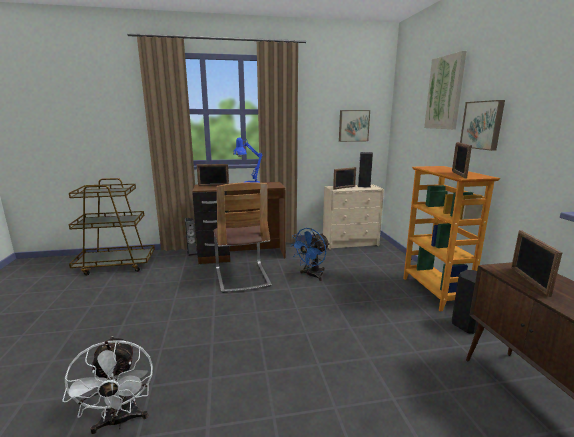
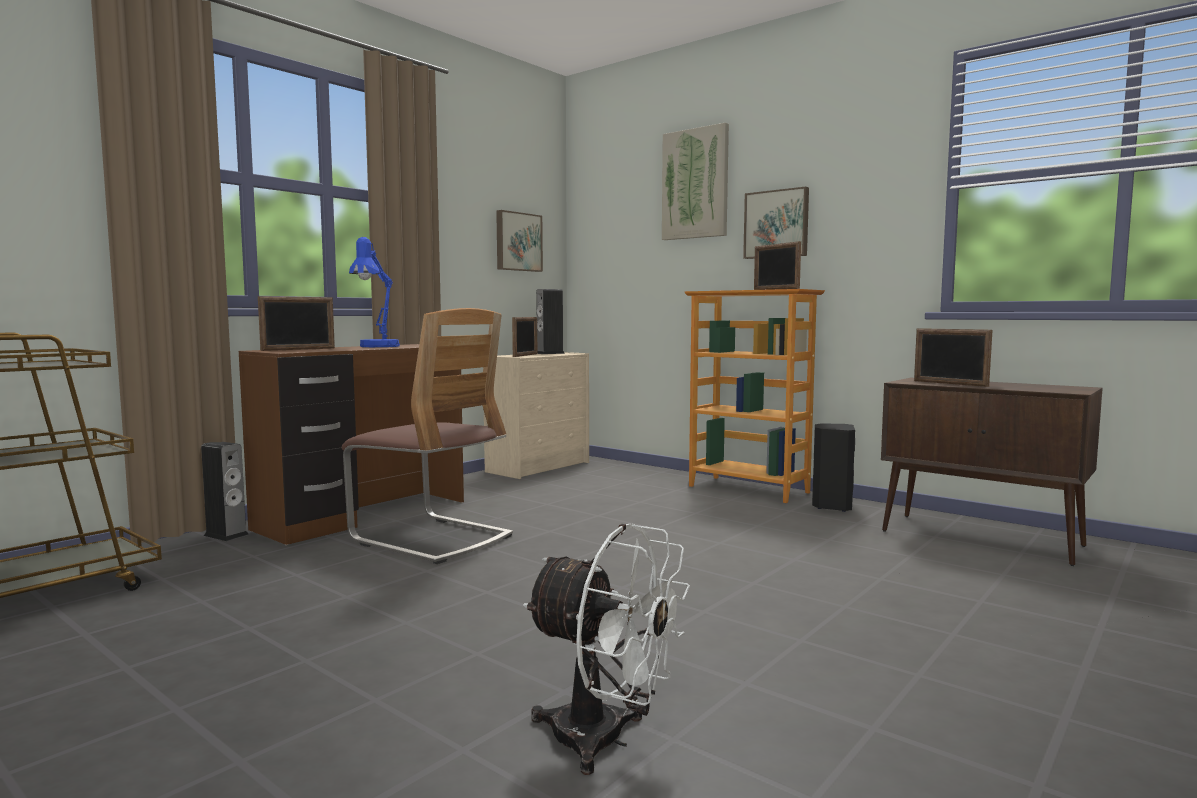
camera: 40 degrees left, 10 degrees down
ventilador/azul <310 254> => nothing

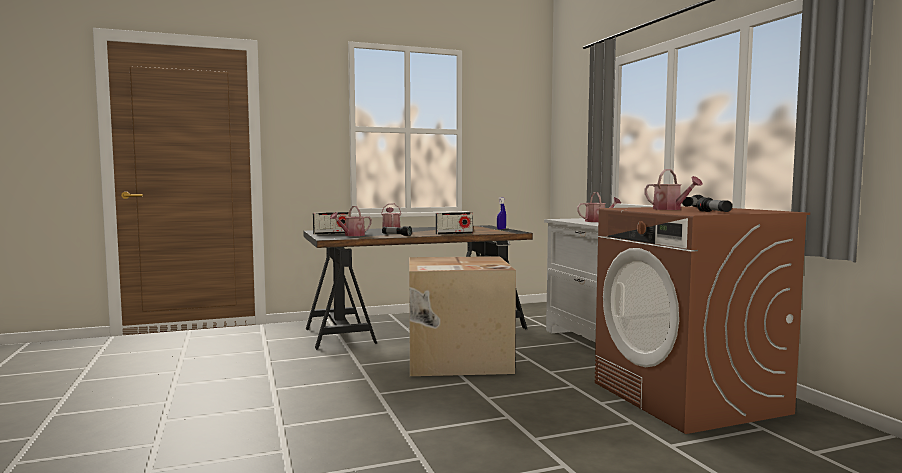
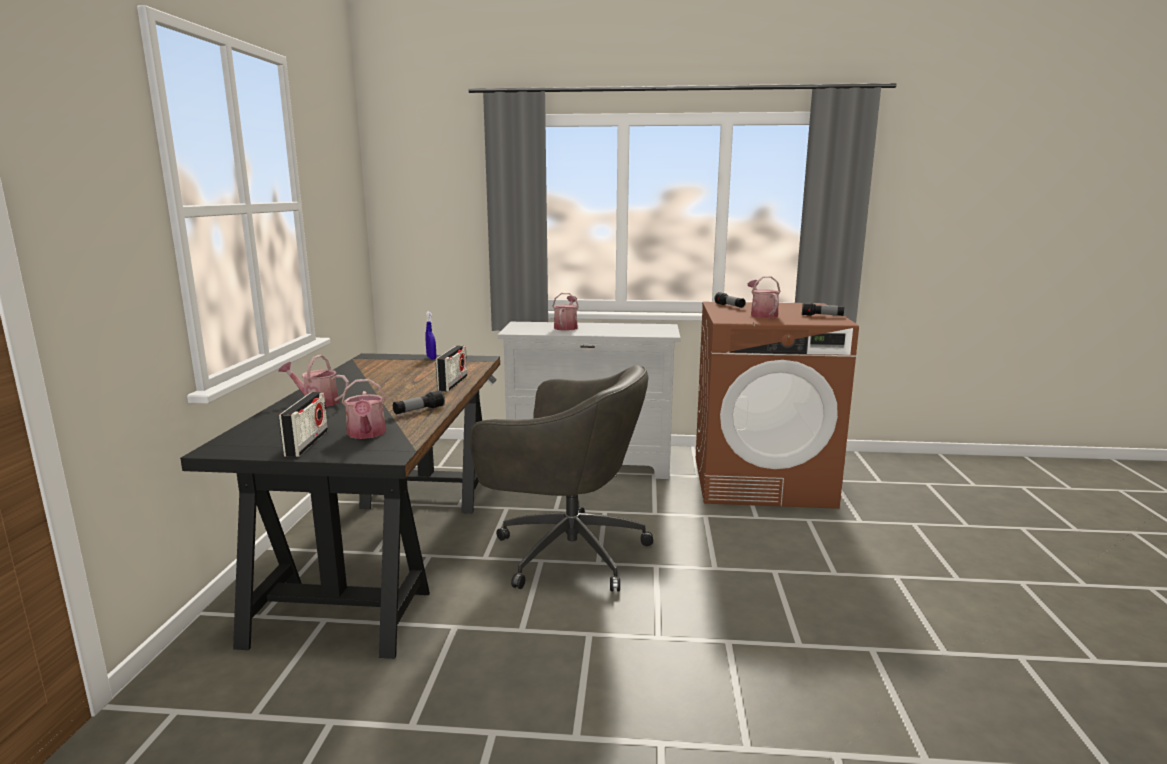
camera: 65 degrees left, 10 degrees up
caja de cartón <462 316> => silla de oficina/gris <561 478>
regadera <673 189> => regadera <764 297>, 90 degrees counterclockwise

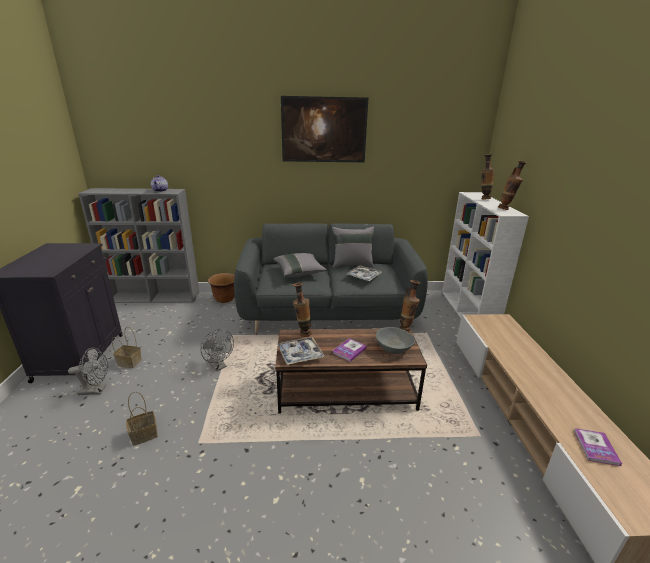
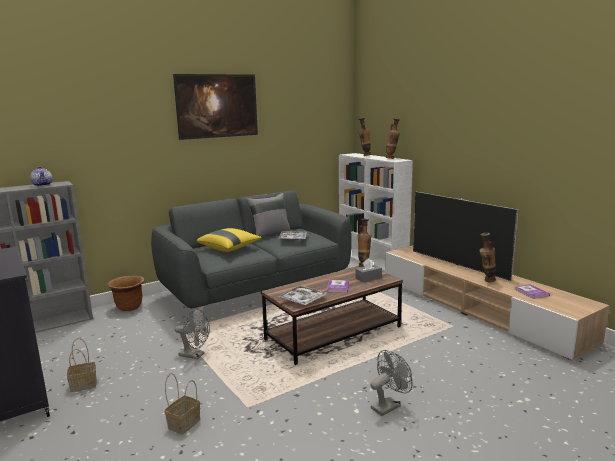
camera: 30 degrees left, 10 degrees down
ventilador/gris <88 371> => ventilador/gris <391 383>, shifted
cojín/gris <300 265> => cojín/amarillo <229 240>
florero <302 309> => florero <487 257>, shifted
cuenco/gris <395 340> => caja de pañuelos/gris <368 270>
nothing => televisor <465 236>

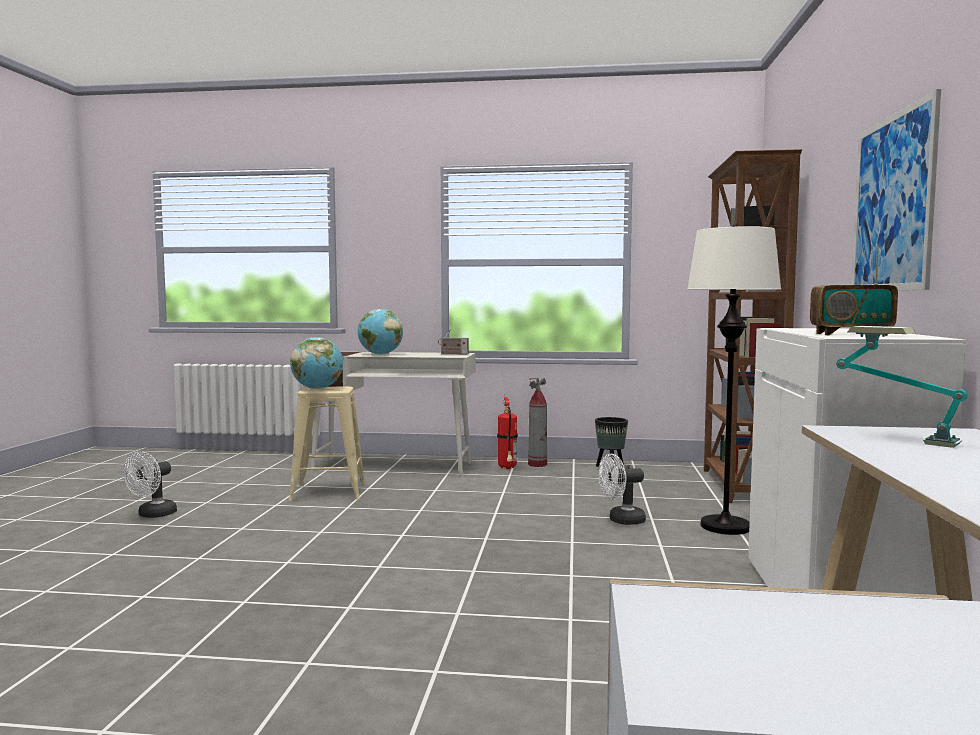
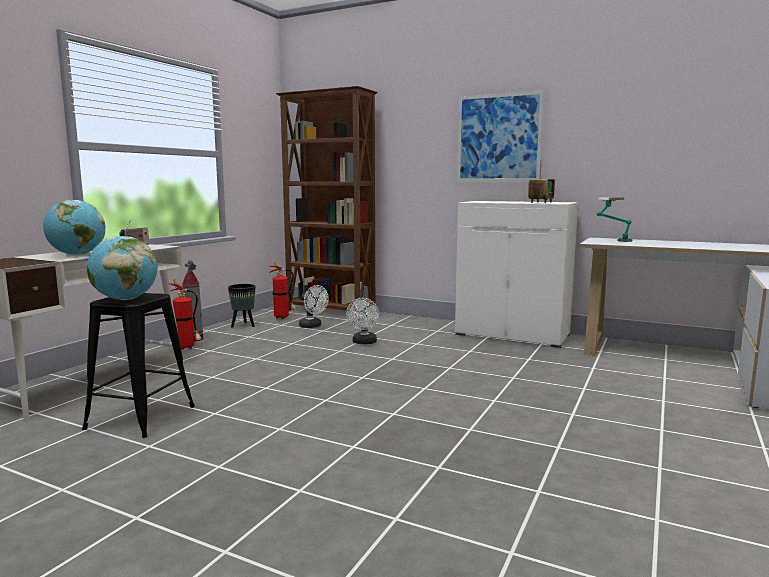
camera: 70 degrees left, 5 degrees up
ventilador/blanco <150 485> => ventilador/blanco <314 306>, shifted
taburete/beis <326 443> => taburete/negro <138 365>
lámpara de pie/blanco <734 379> => nothing
nothing => extintor <282 290>

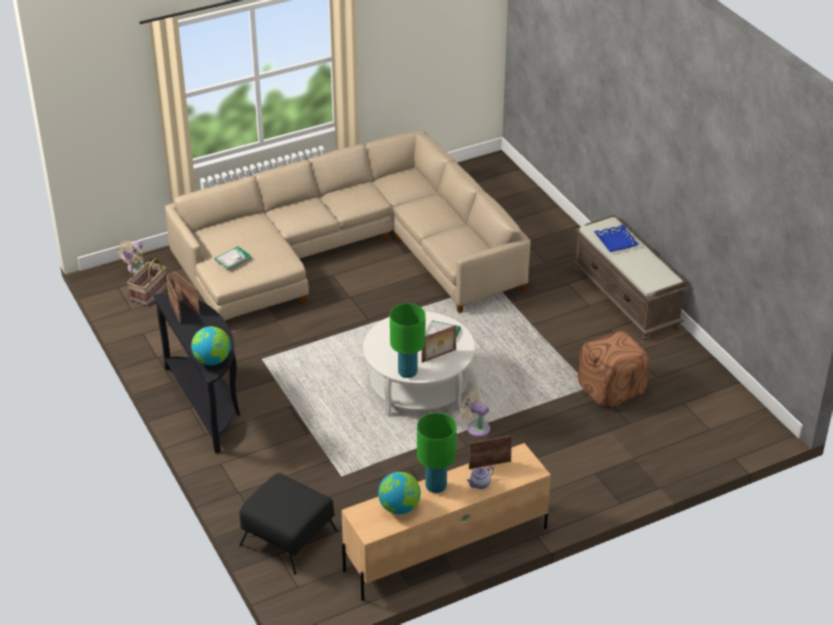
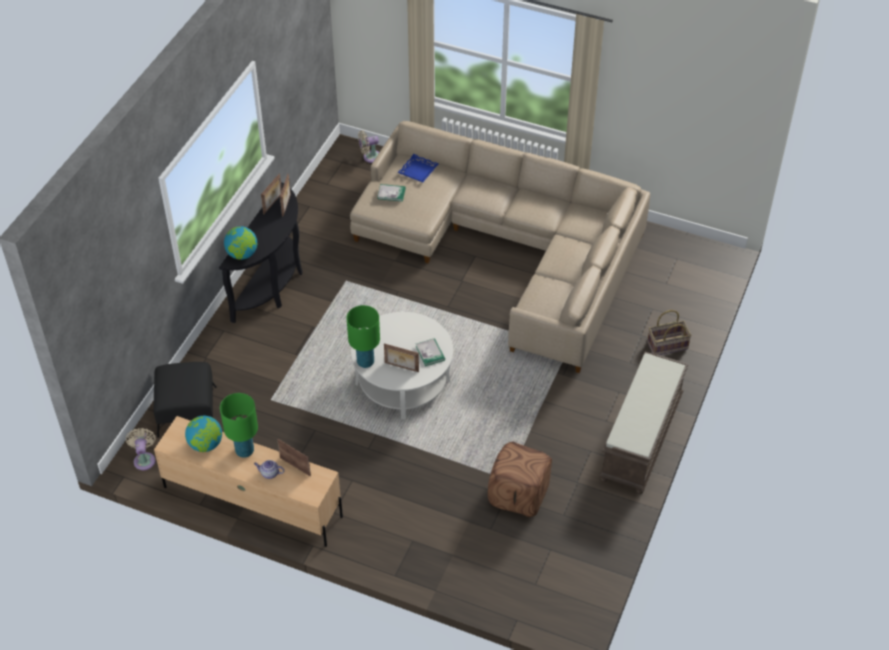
camera: 50 degrees right, 10 degrees up
cesta <147 279> => cesta <669 332>, shifted
ventilador/beis <475 413> => ventilador/beis <141 449>, shifted
bandeja/azul <617 238> => bandeja/azul <418 168>, shifted

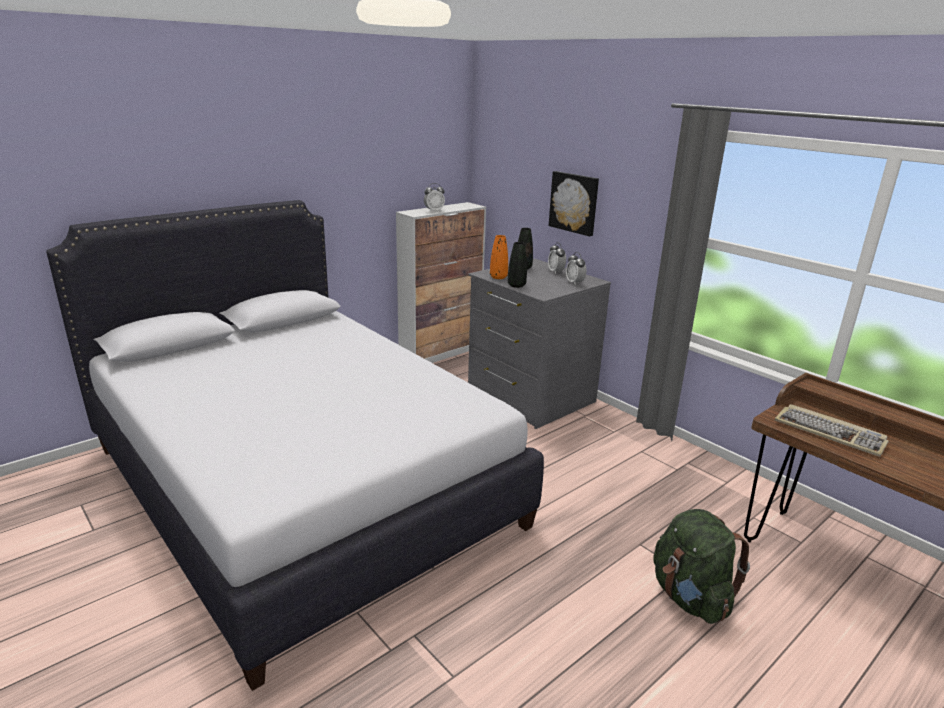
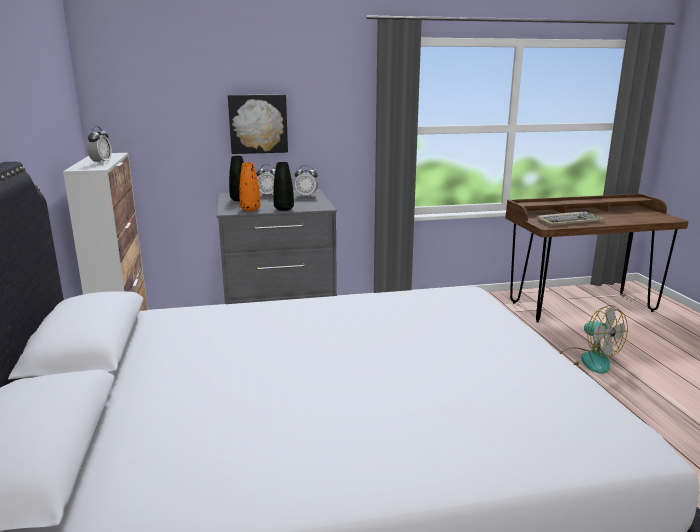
camera: 60 degrees left, 5 degrees down
mochila/verde <701 566> => ventilador <594 339>

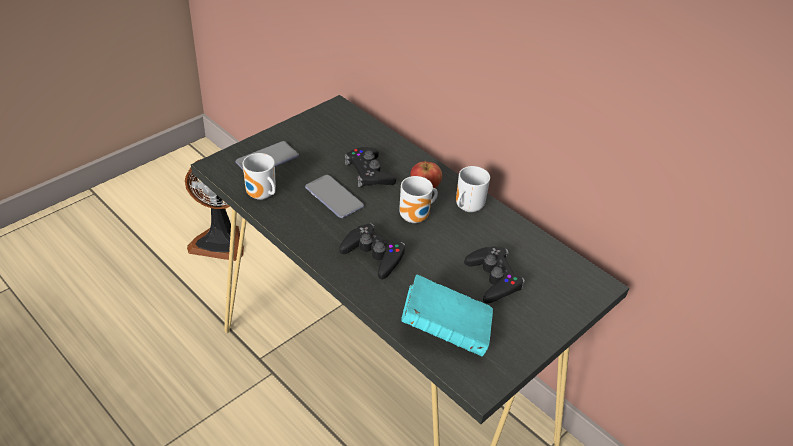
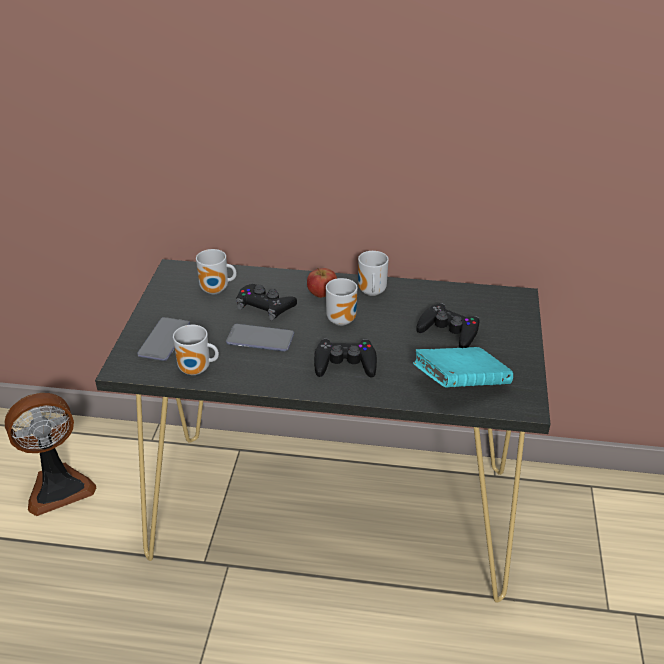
camera: 35 degrees left, 5 degrees down
nothing => taza grande <216 271>

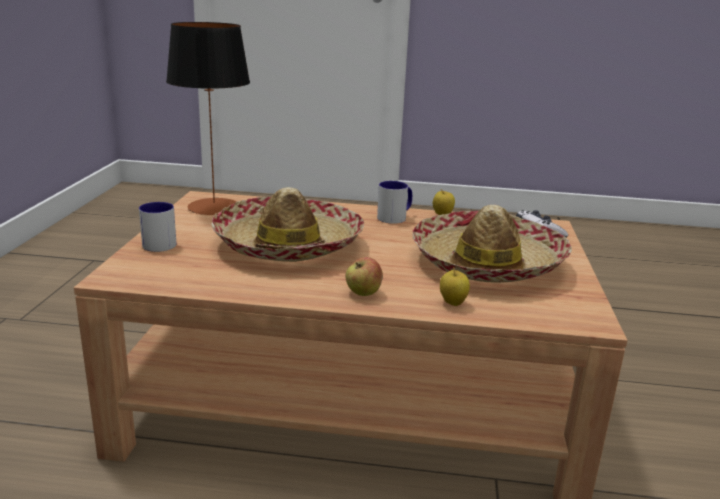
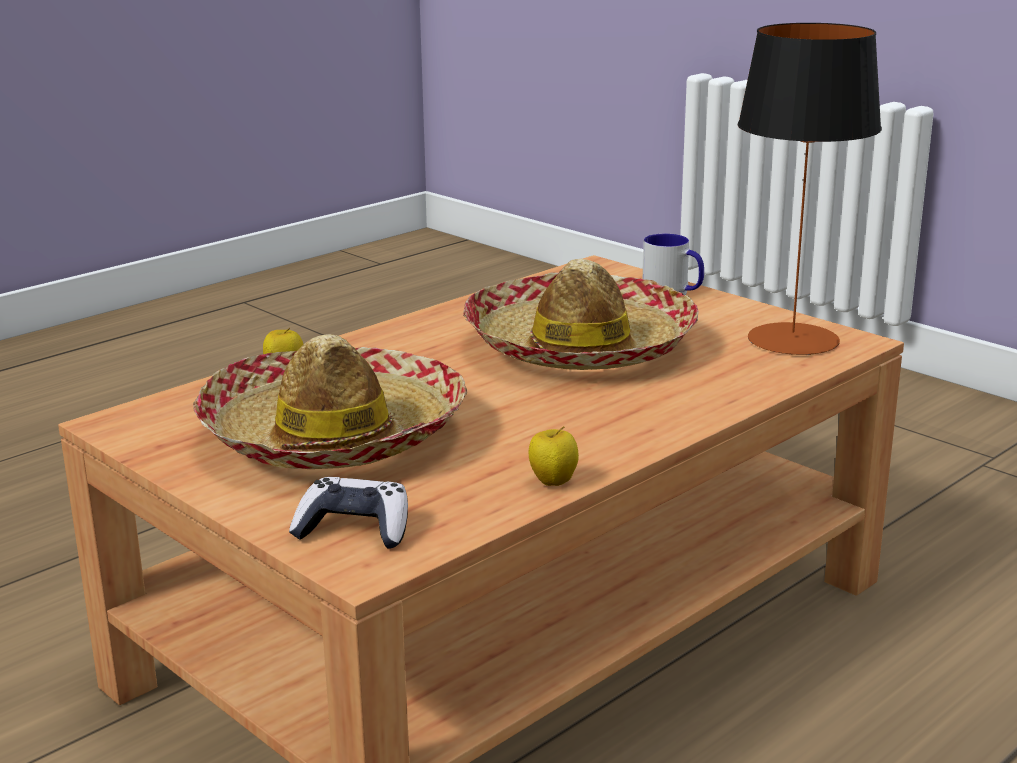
camera: 130 degrees right, 0 degrees up
manzana <364 276> => nothing
taza grande <394 202> => nothing

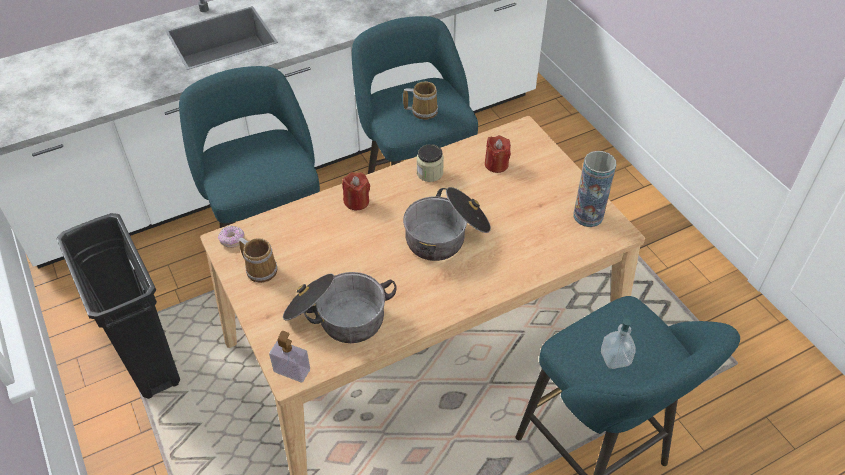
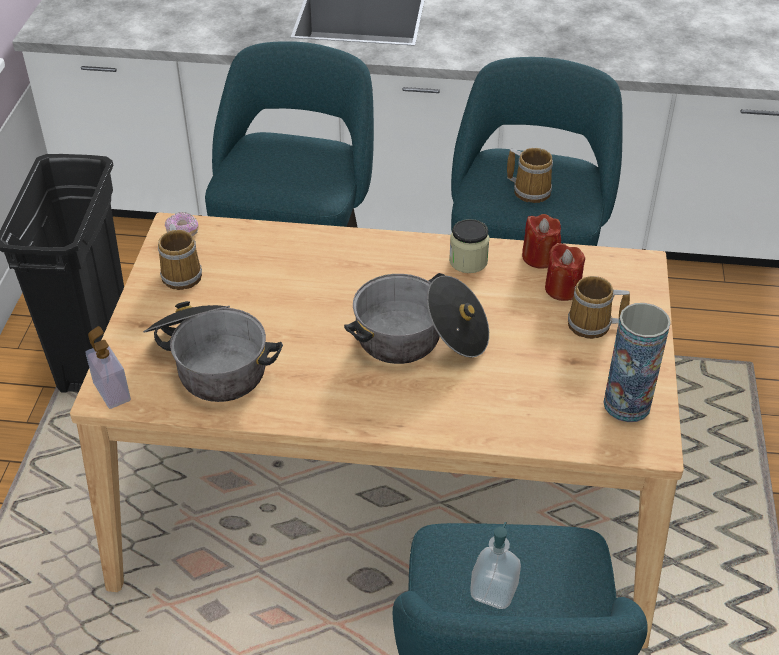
camera: 35 degrees right, 5 degrees down
vela/rojo <356 191> => vela/rojo <541 241>, shifted
nothing => taza grande <599 307>

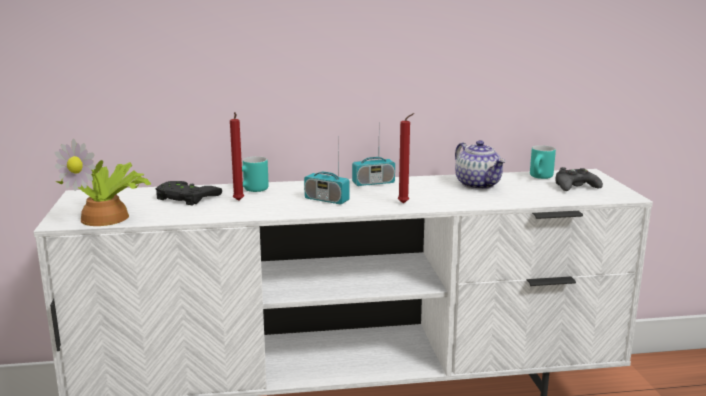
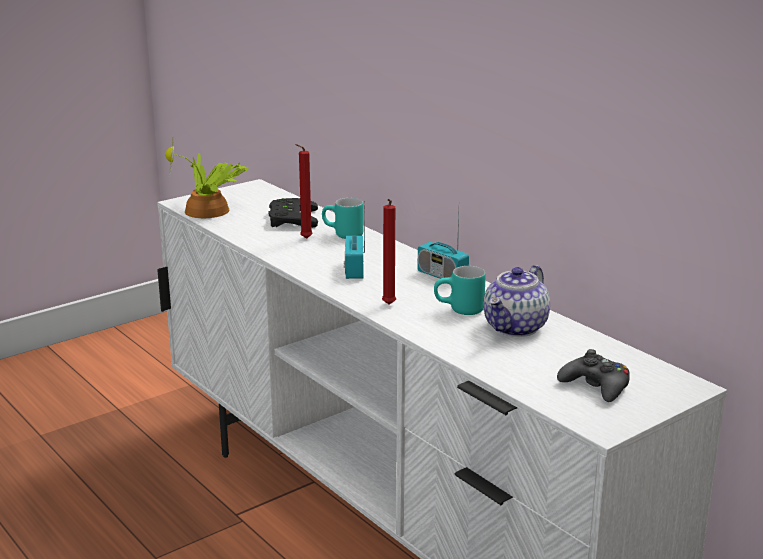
camera: 60 degrees right, 5 degrees up
taza grande/turquesa <543 162> => taza grande/turquesa <460 290>, shifted

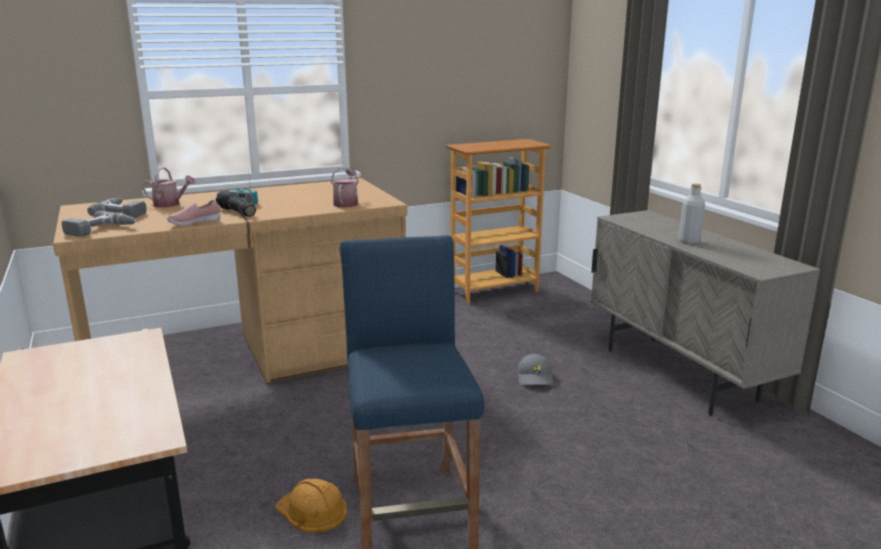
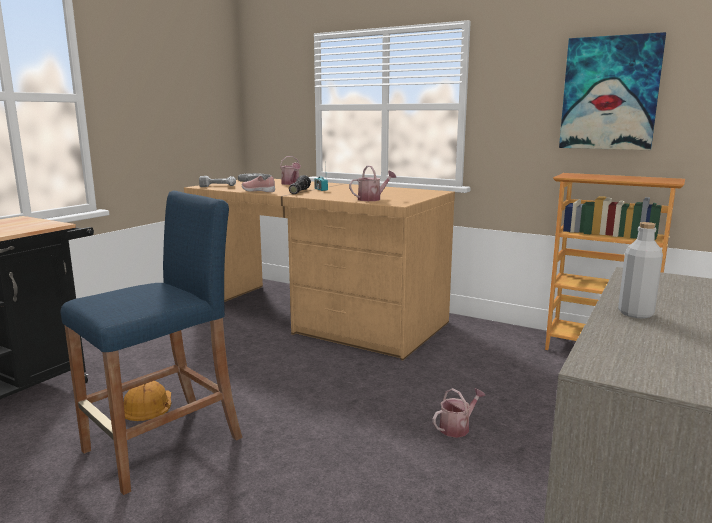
camera: 55 degrees right, 5 degrees down
gorra/gris <536 369> => regadera <459 413>
nothing => cuadro <612 91>

